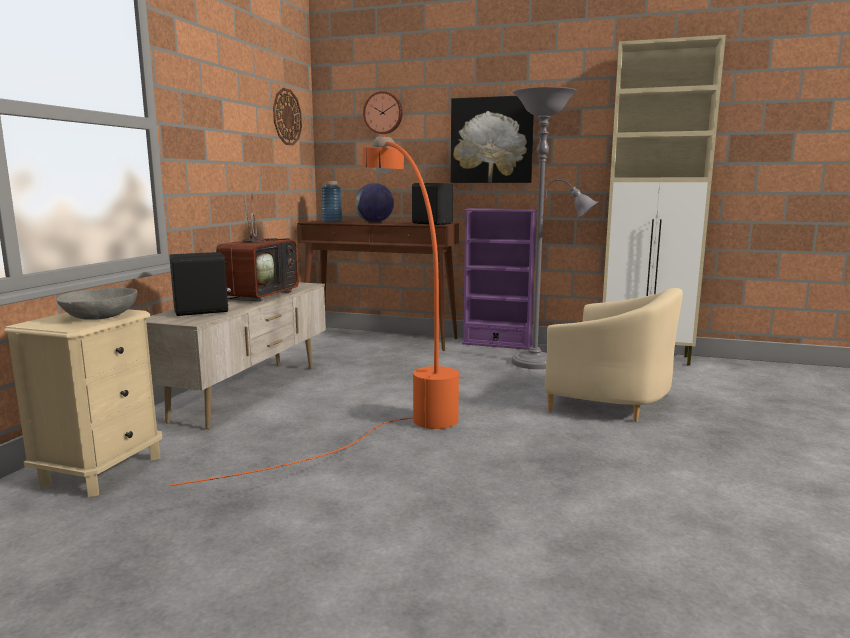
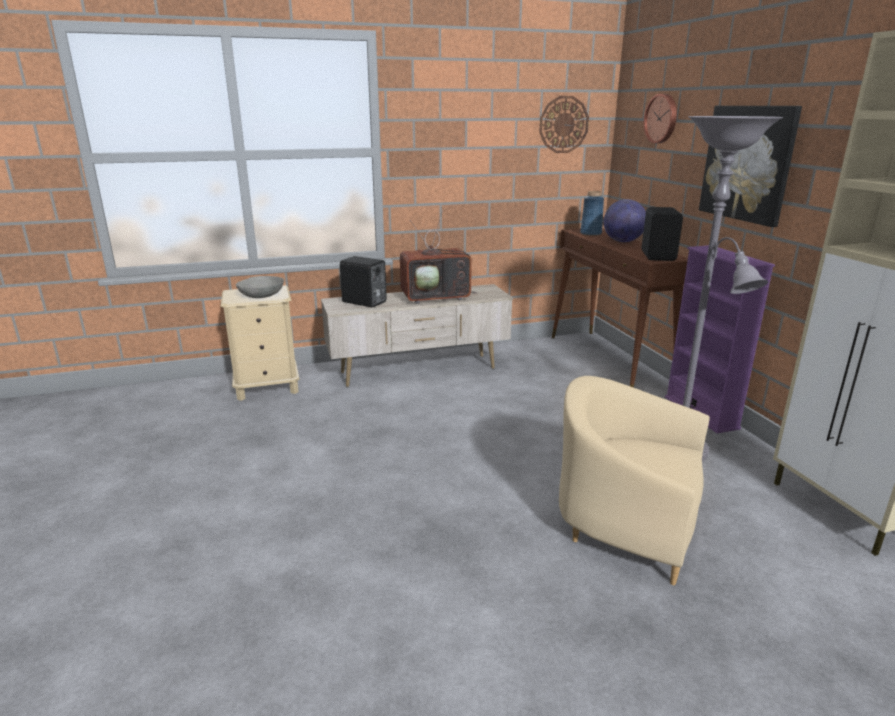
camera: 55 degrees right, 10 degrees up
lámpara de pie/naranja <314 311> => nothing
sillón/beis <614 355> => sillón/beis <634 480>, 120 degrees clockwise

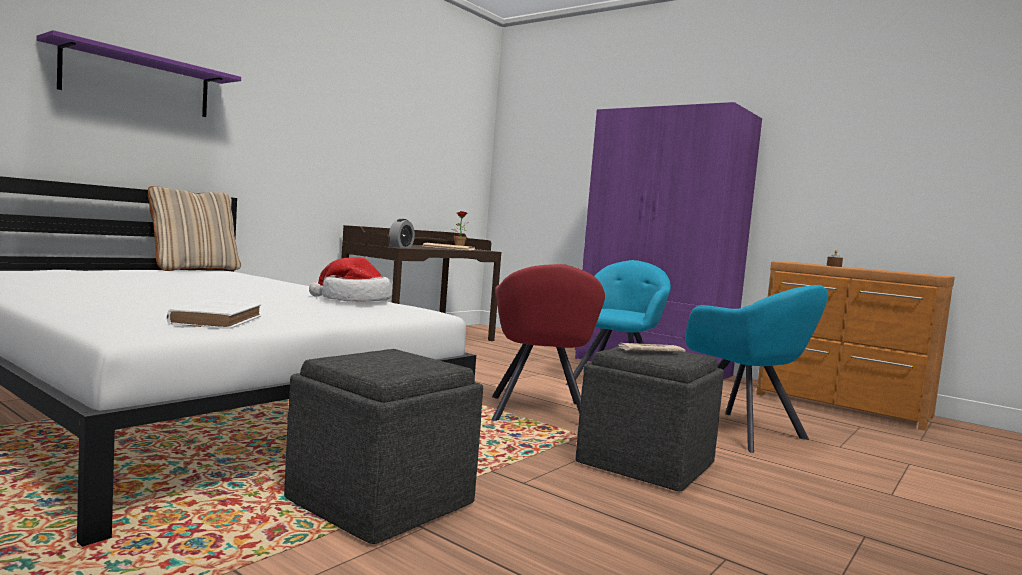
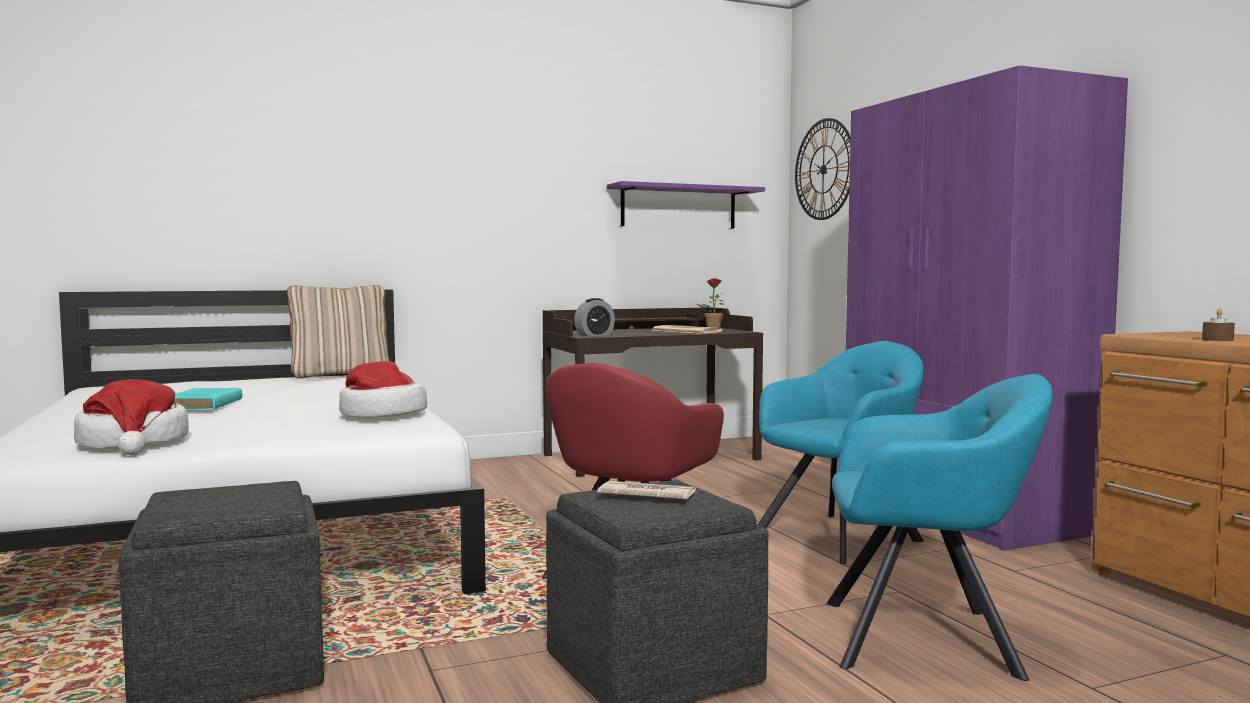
camera: 30 degrees right, 0 degrees up
estante/morado <138 73> => estante/morado <686 204>, shifted
libro/blanco <214 314> => sombrero <131 417>
sillón/turquesa <756 369> => sillón/turquesa <939 527>, 75 degrees counterclockwise
nothing => libro/turquesa <208 399>
nothing => reloj de pared <823 169>

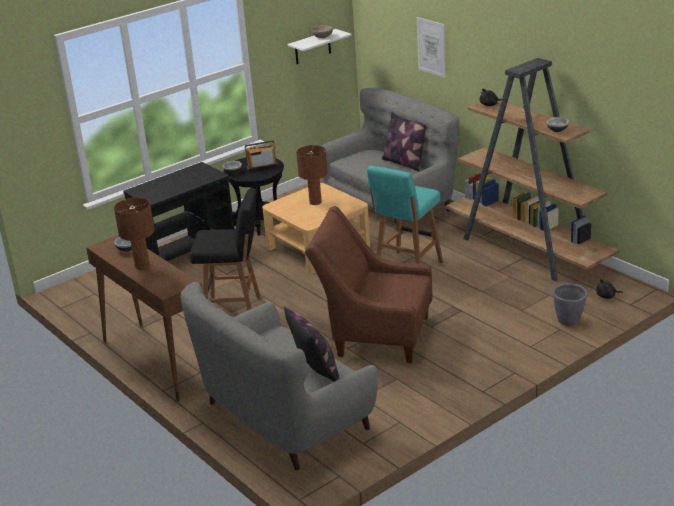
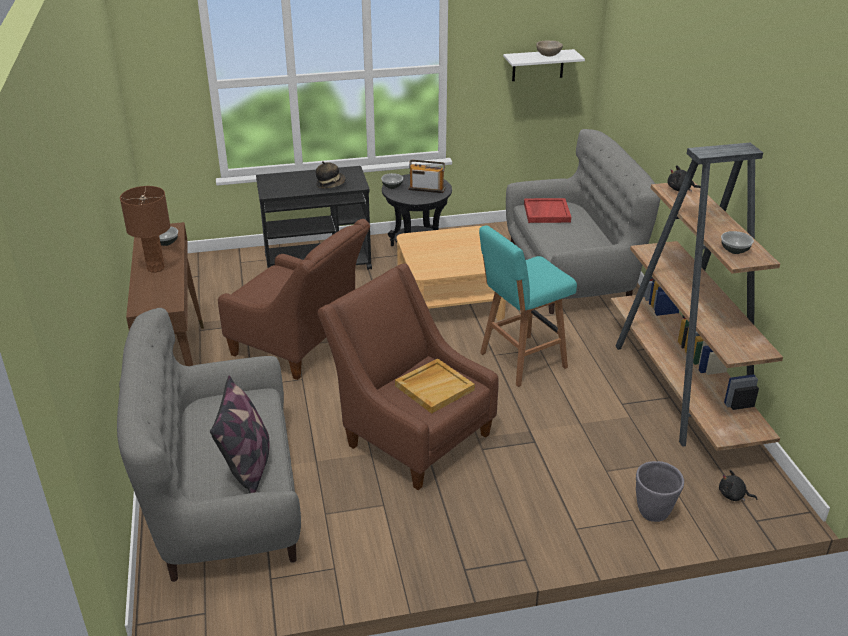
camera: 25 degrees right, 5 degrees up
taburete/negro <225 249> => sillón/marrón <294 299>
lámpara de mesa/marrón <312 175> => nothing
cojín <403 141> => nothing
cuadro <431 47> => nothing
nothing => sombrero <331 175>
nothing => bandeja/beis <435 386>
nothing => bandeja/rojo <547 210>

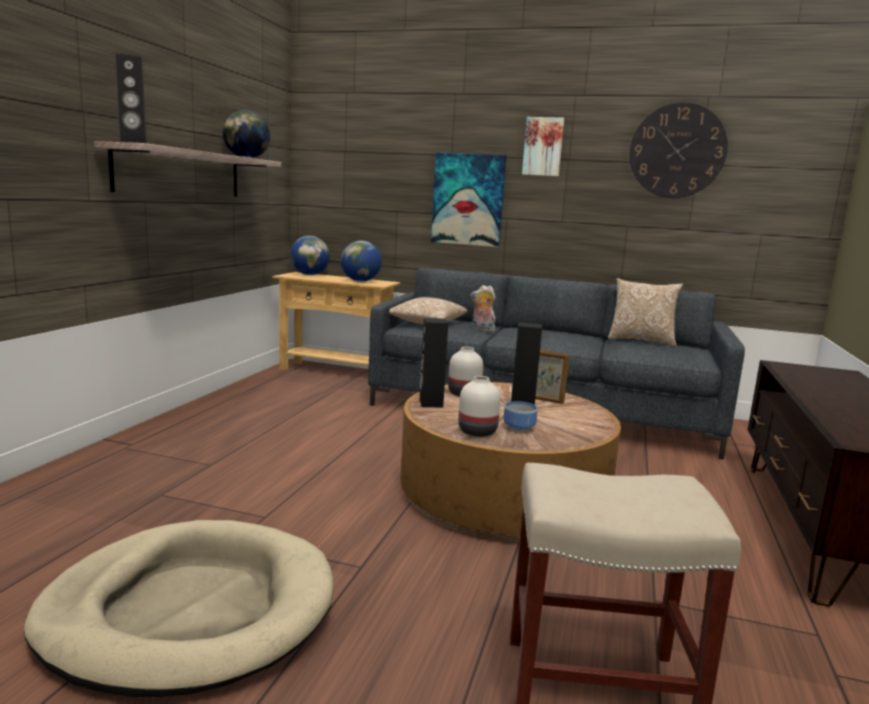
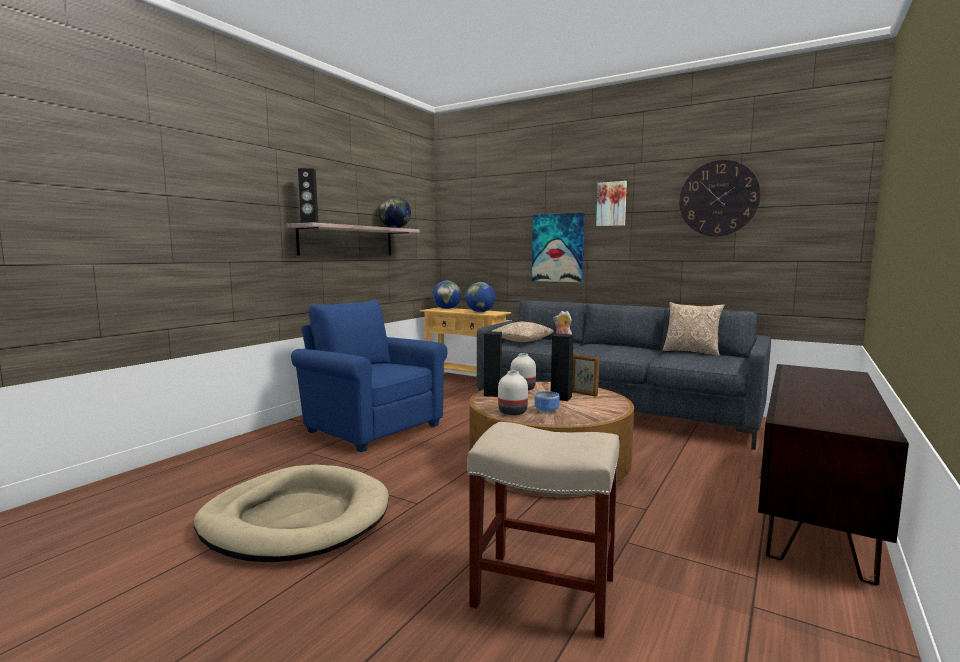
camera: 15 degrees right, 5 degrees down
nothing => sillón/azul <369 376>

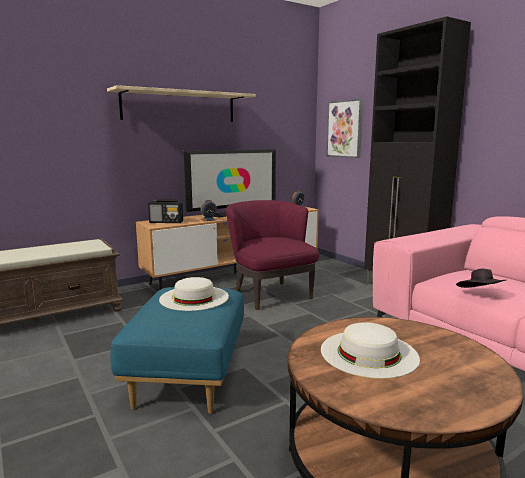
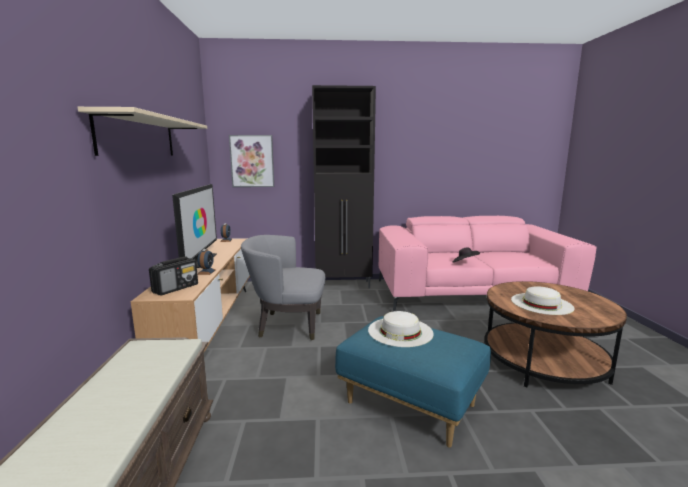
camera: 60 degrees left, 0 degrees up
sillón/morado <272 255> => sillón/gris <283 287>

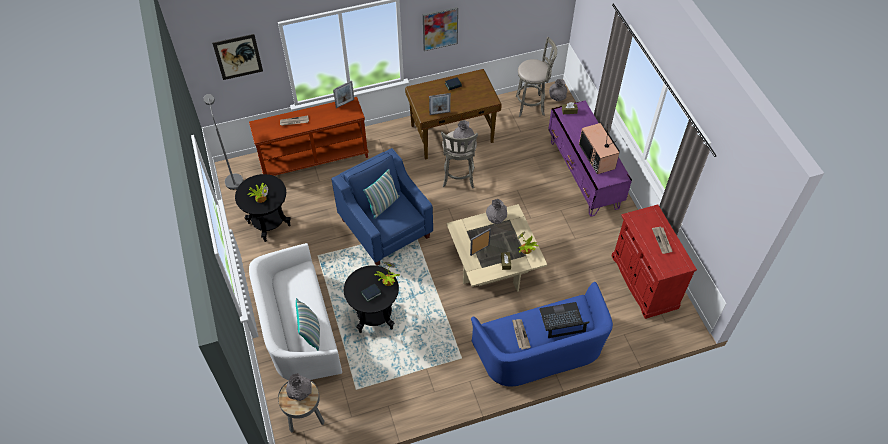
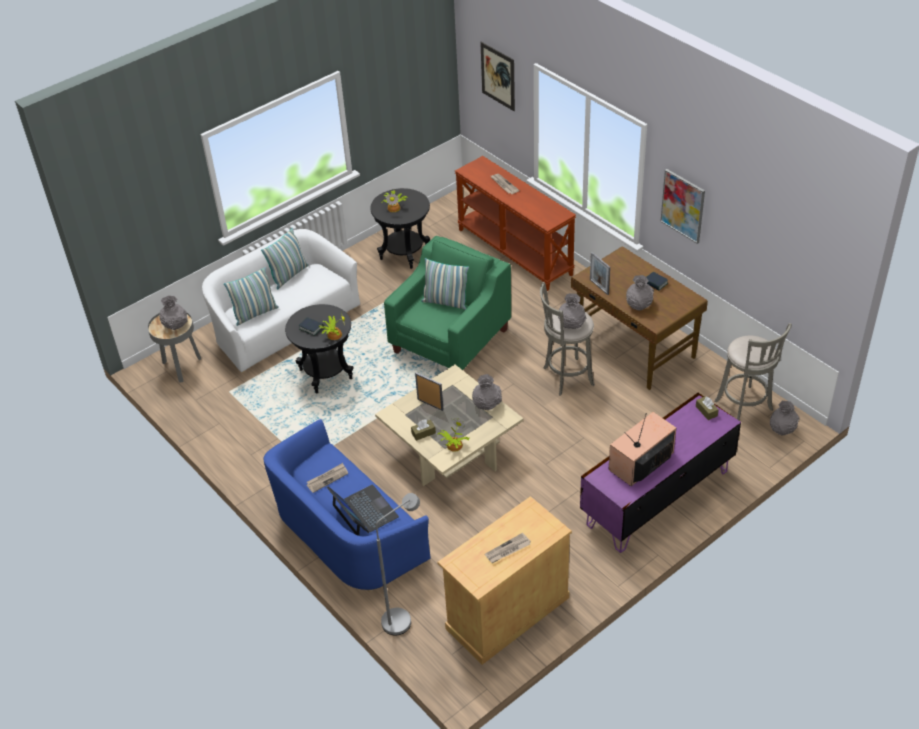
camera: 70 degrees right, 10 degrees down
lámpara de pie/gris <223 142> => lámpara de pie/gris <398 564>, shifted
sillón/azul <382 207> => sillón/verde <447 303>
portarretratos <343 94> => nothing
armario/rojo <654 261> => armario/beis <504 580>
nothing => cojín <285 258>
nothing => florero/gris <640 293>

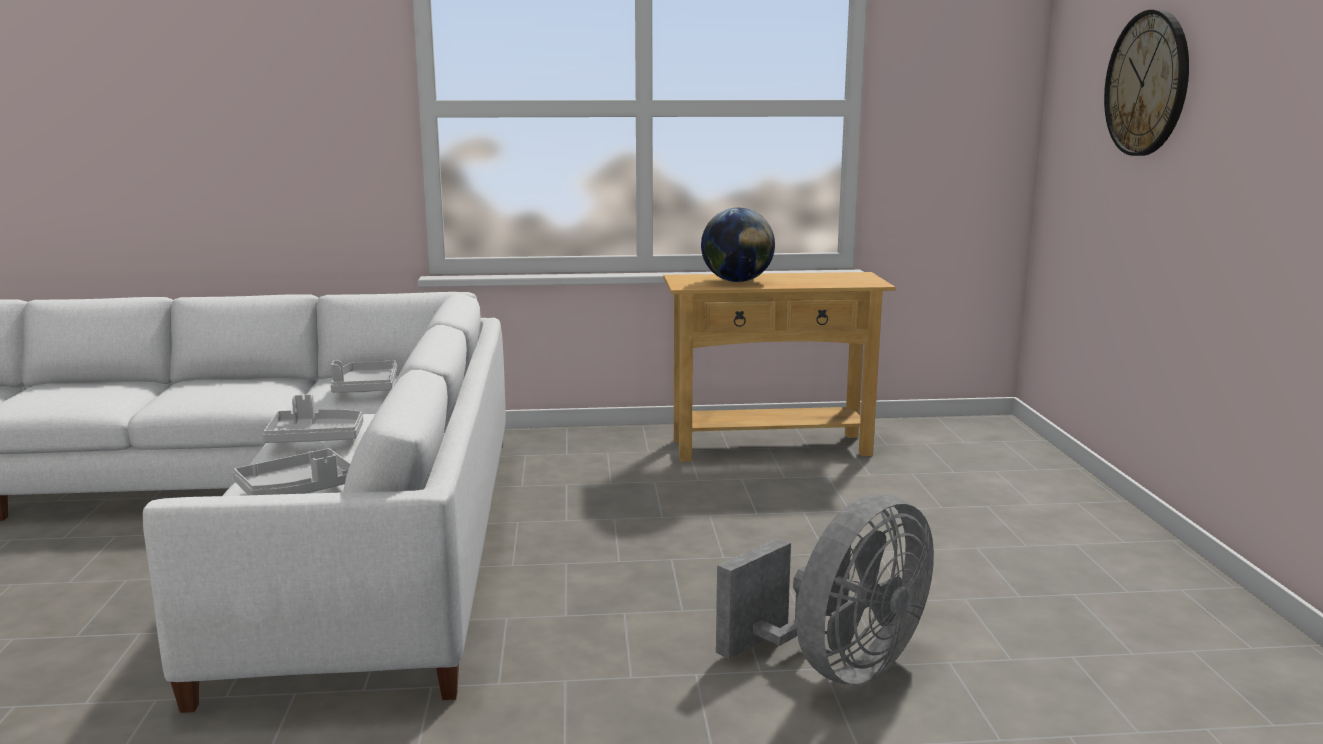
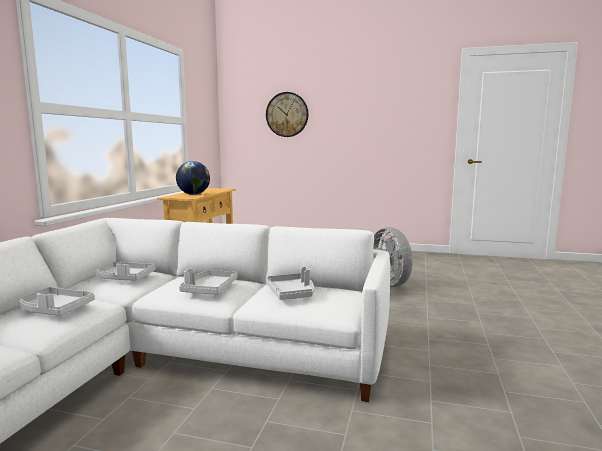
camera: 70 degrees left, 5 degrees down
nothing => bandeja/gris <57 301>

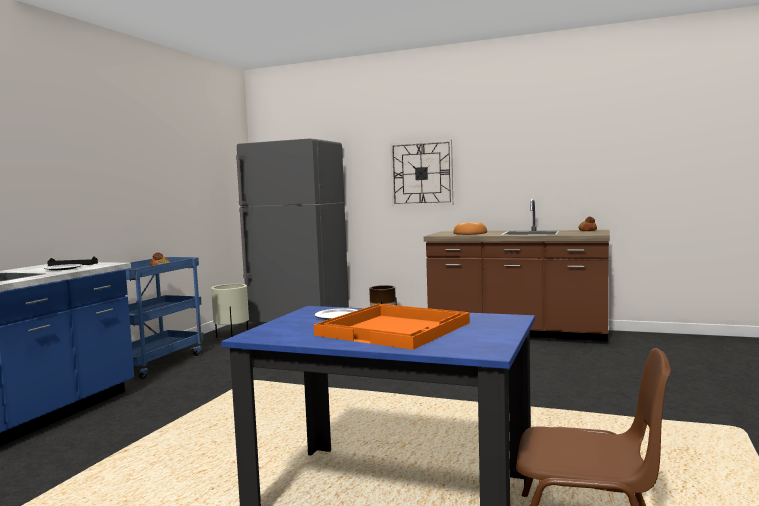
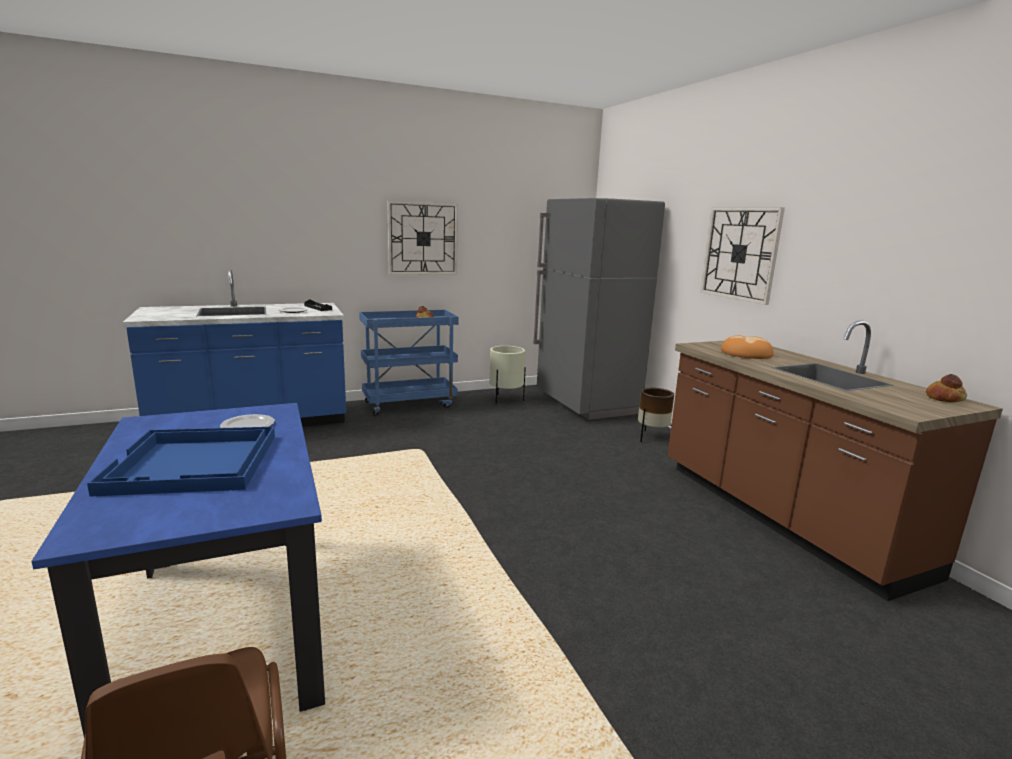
camera: 45 degrees right, 10 degrees up
bandeja/naranja <392 327> => bandeja/azul <181 462>
nothing => reloj de pared <422 238>

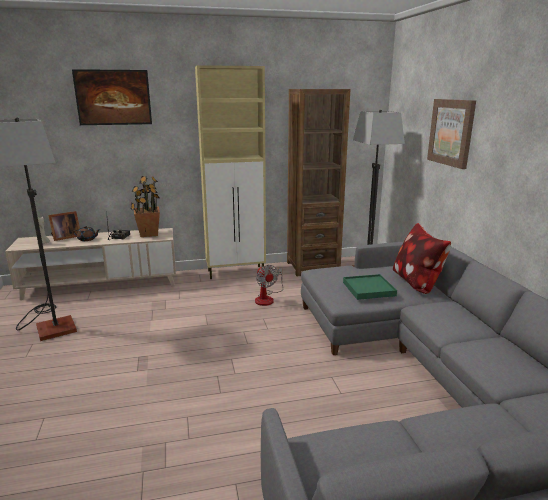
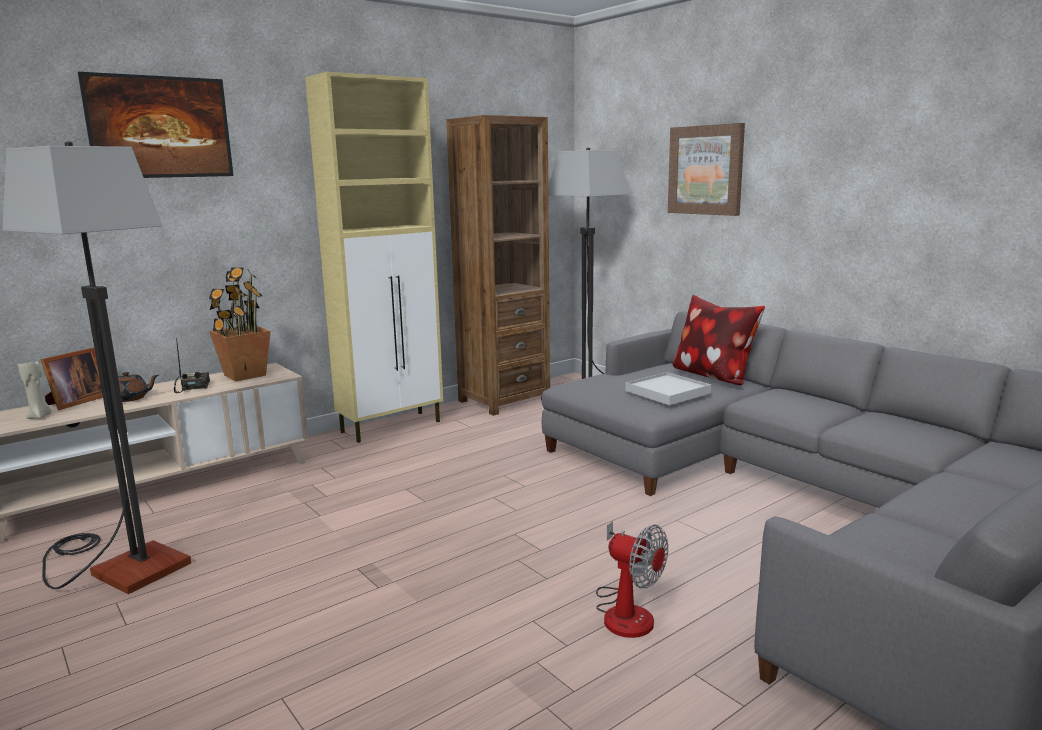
camera: 25 degrees left, 5 degrees down
ventilador <269 285> => ventilador <632 579>, shifted
bandeja/verde <370 287> => bandeja/blanco <668 388>

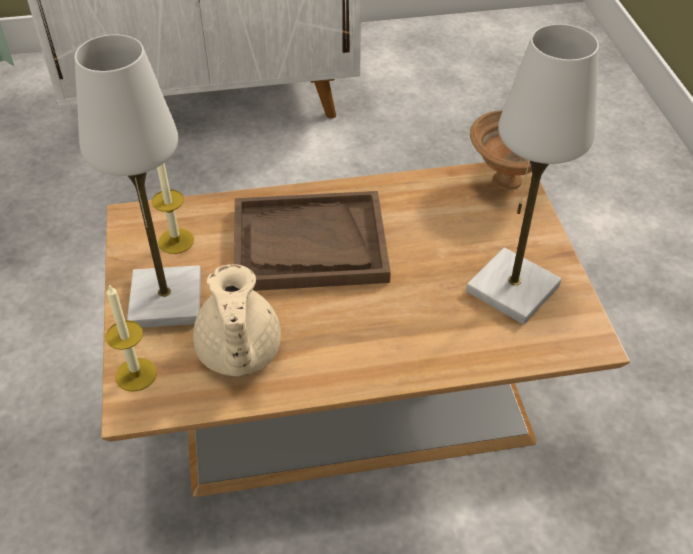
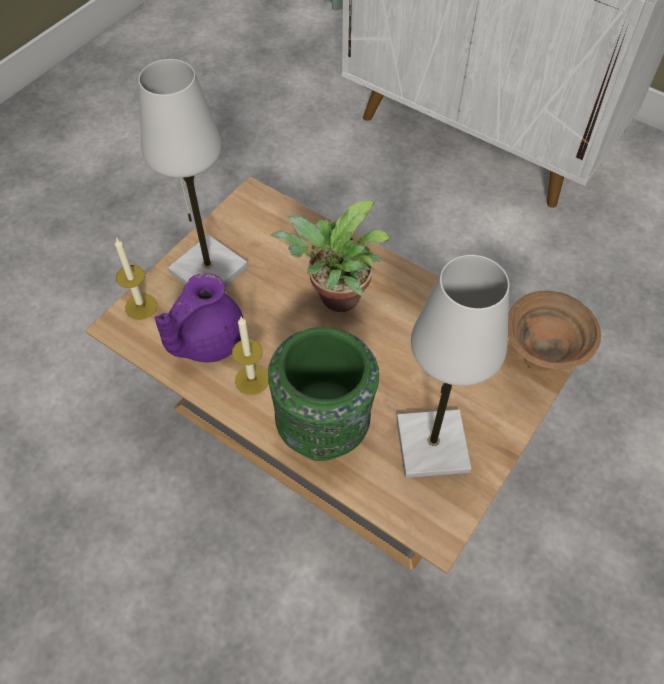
camera: 45 degrees right, 10 degrees up
vela <173 208> => vela <250 356>, shifted
tetera/beis <237 320> => tetera/morado <199 318>
bandeja/marrón <312 241> => planta en maceta <331 256>
nothing => florero/verde <323 394>

